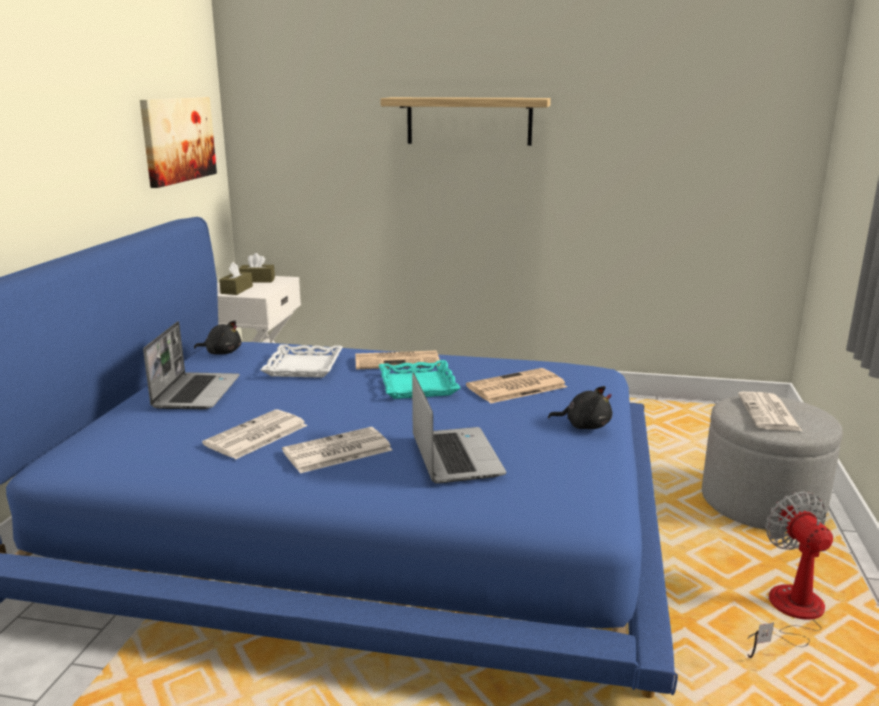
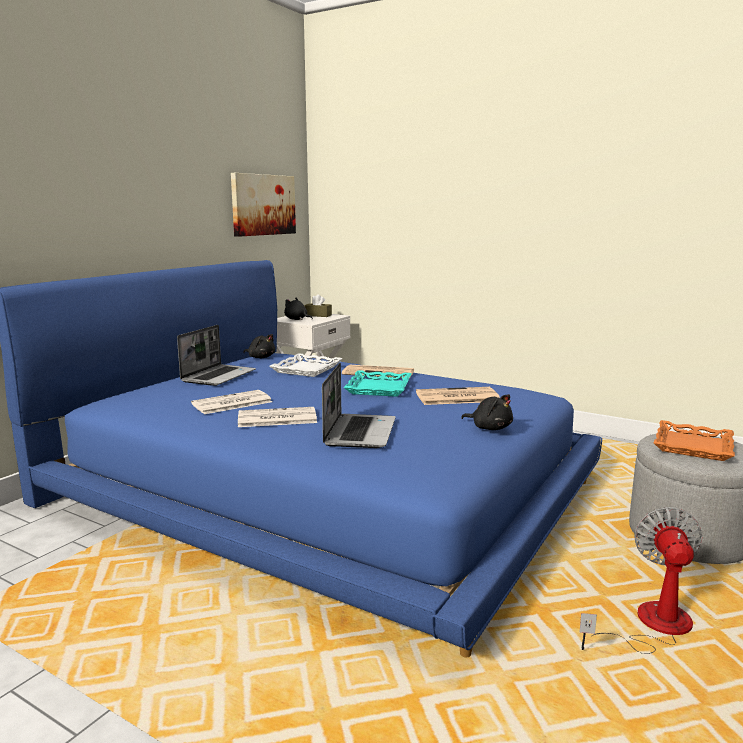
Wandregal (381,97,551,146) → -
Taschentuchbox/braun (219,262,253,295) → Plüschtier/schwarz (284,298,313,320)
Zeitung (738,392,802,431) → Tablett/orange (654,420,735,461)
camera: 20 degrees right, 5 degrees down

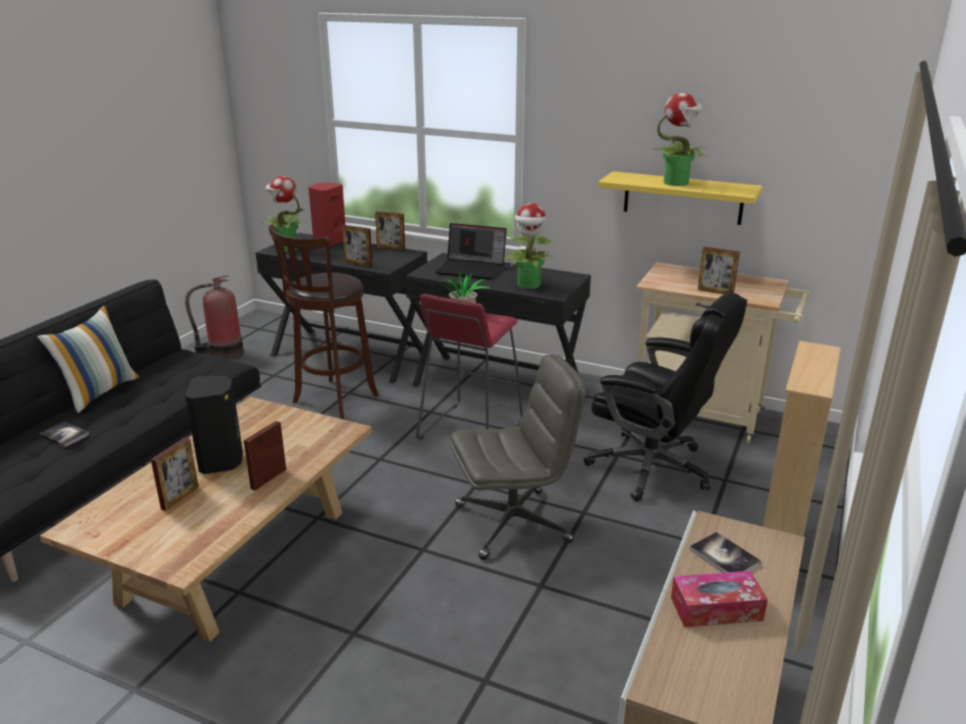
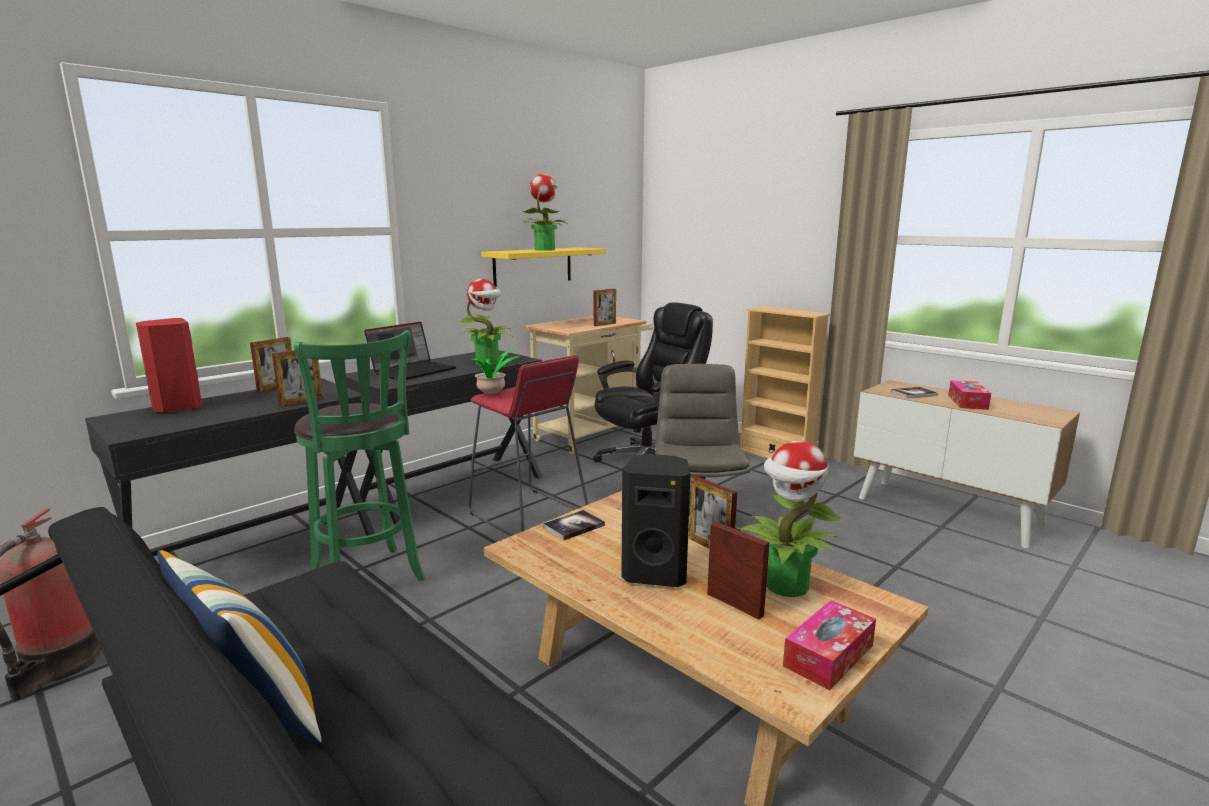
Topfpflanze (261,176,306,251) → Topfpflanze (740,440,843,597), relocated
Hocker/braun (269,225,379,419) → Hocker/grün (294,330,425,581)
Buch (39,422,89,447) → Buch (543,510,605,540), relocated
- → Taschentuchbox (783,600,876,690)
camera: 70 degrees left, 10 degrees down

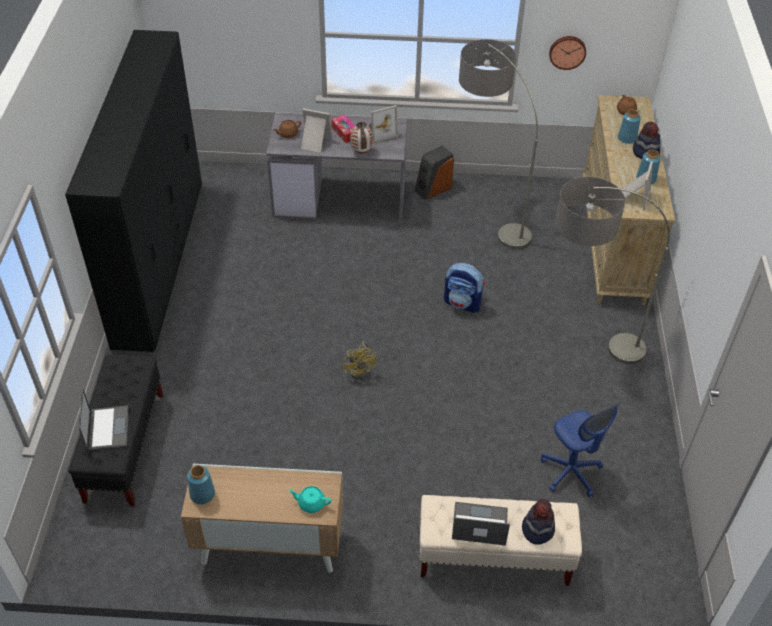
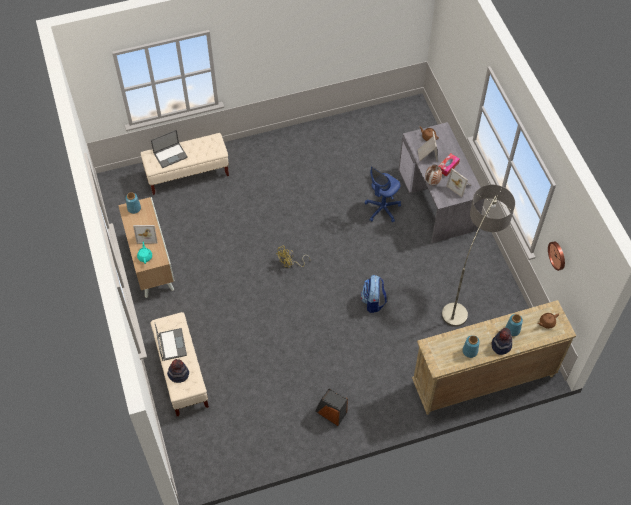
Kleiderschrank/schwarz (65,30,202,352) → -
Lautsprecher (415,145,454,200) → Lautsprecher (315,389,348,426), relocated
Bilderrahmen (621,161,653,211) → Bilderrahmen (133,225,158,244), relocated
Stehlampe (555,177,670,364) → -
Bank/schwarz (68,354,163,506) → Bank/beige (141,133,229,195)
Bürostuhl/blau (541,403,620,497) → Bürostuhl/blau (364,166,401,223), relocated
camera: 70 degrees right, 10 degrees up

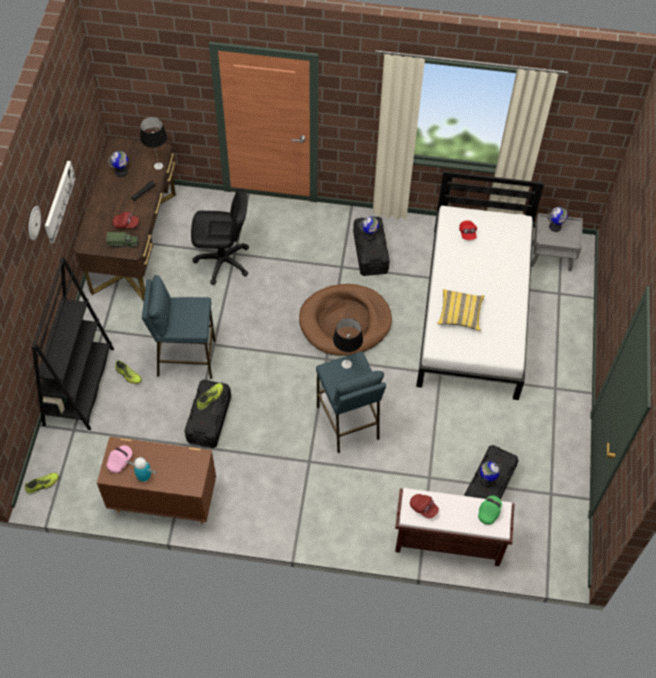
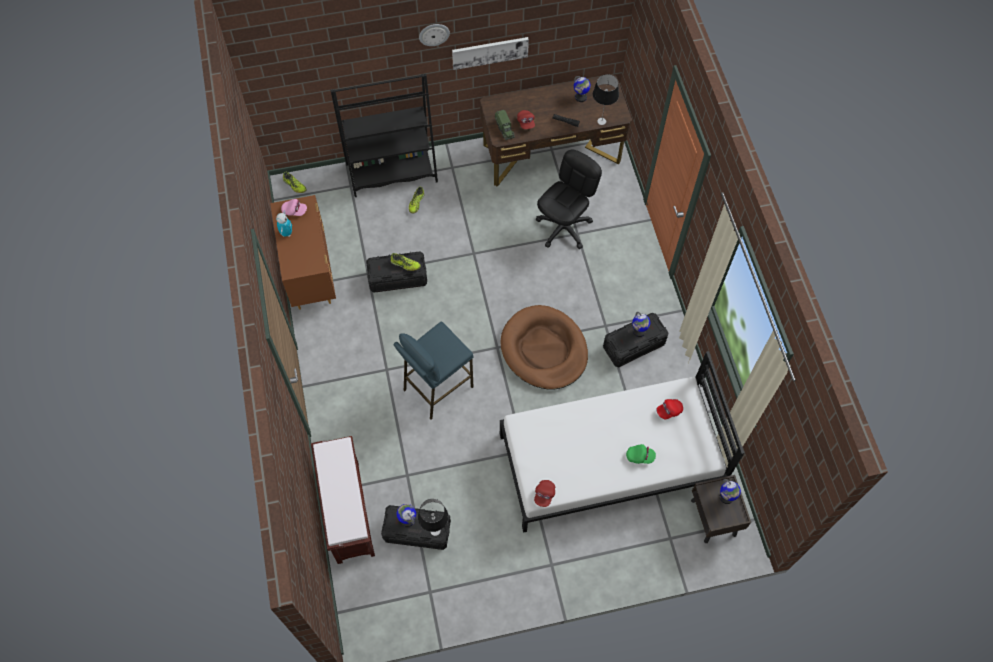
Bürostuhl/schwarz (191,189,249,285) → Bürostuhl/schwarz (536,150,602,249), 120 degrees counterclockwise
Nachttisch/grau (531,213,583,271) → Nachttisch/braun (691,475,751,543)
Hocker/blau (142,275,215,379) → -
Kissen/gelb (437,289,484,331) → -
Tischlampe (333,318,363,369) → Tischlampe (418,499,448,536), relocated
Kappe/rot (410,494,439,518) → Kappe/rot (534,480,555,507), relocated
Kappe/grün (478,496,502,525) → Kappe/grün (626,444,656,464), relocated
camera: 70 degrees right, 5 degrees up

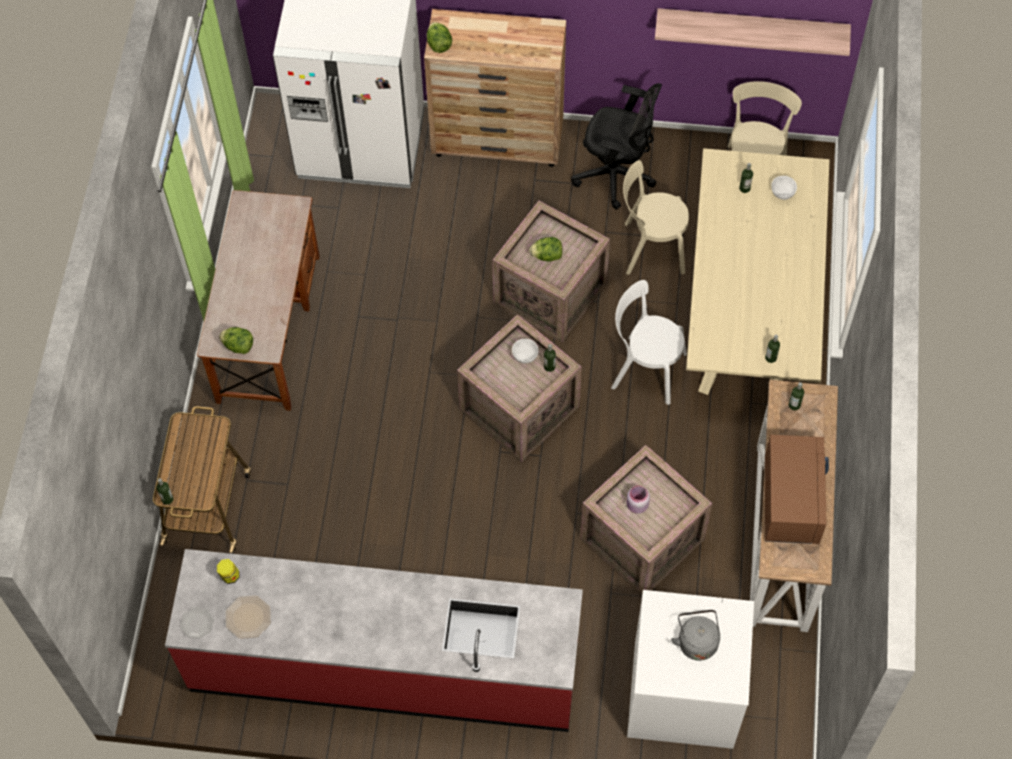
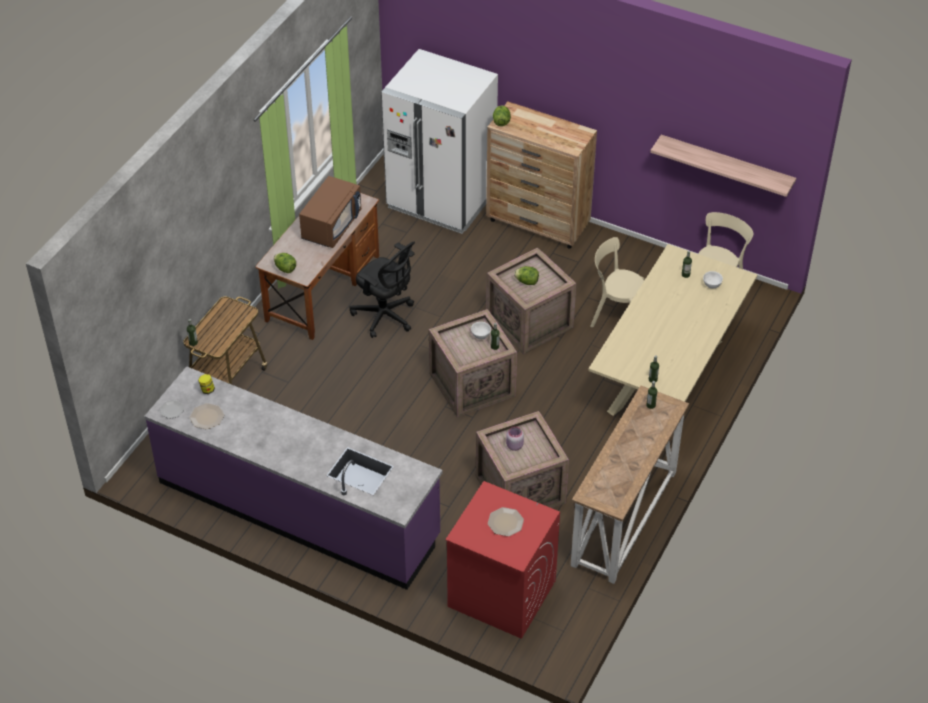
Bürostuhl/schwarz (571,83,662,210) → Bürostuhl/schwarz (349,242,415,338), relocated
Stuhl/weiß (611,280,687,405) → -
Mikrowelle/braun (765,435,829,544) → Mikrowelle/braun (299,176,361,248), relocated
Küchenzeile/rot (165,549,583,732) → Küchenzeile/lila (144,366,443,590)
Waschmaschine/weiß (627,590,754,749) → Waschmaschine/rot (445,481,560,639)
Wasserkessel/grau (671,610,720,661) → Teller (488,507,524,536)
camera: 20 degrees right, 15 degrees down

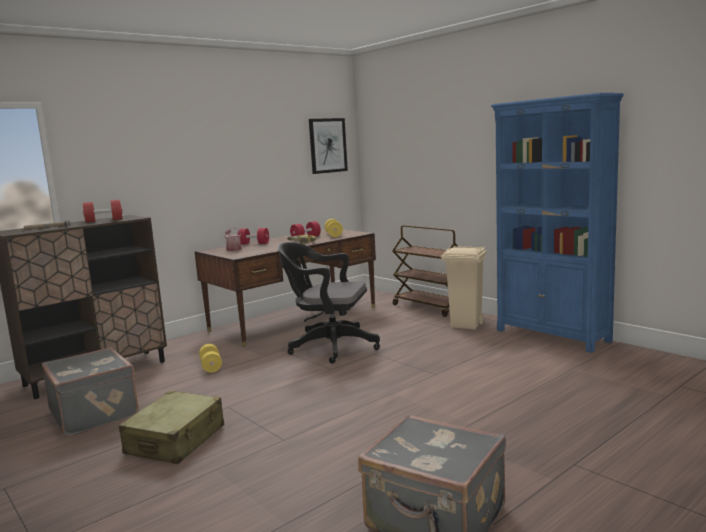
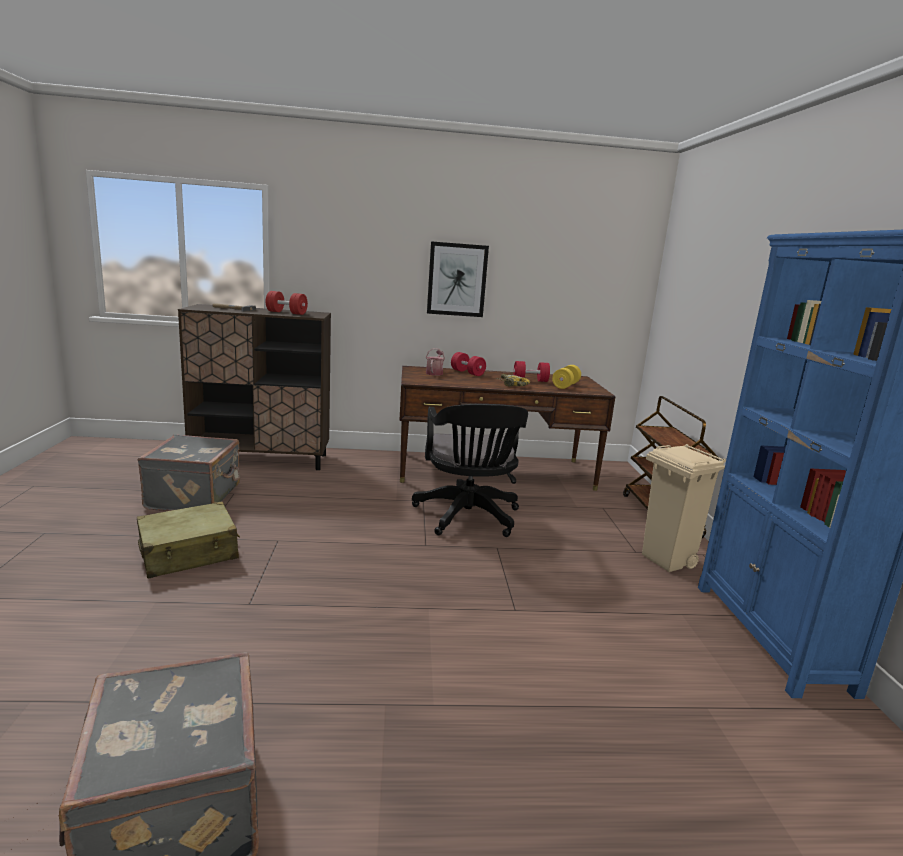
Bild (309,118,348,174) → Bild (427,241,489,317), relocated
Bürostuhl/schwarz (278,242,380,364) → Bürostuhl/schwarz (412,404,528,537), 150 degrees counterclockwise
Hantel/gelb (199,344,222,373) → -
camera: 35 degrees right, 5 degrees up

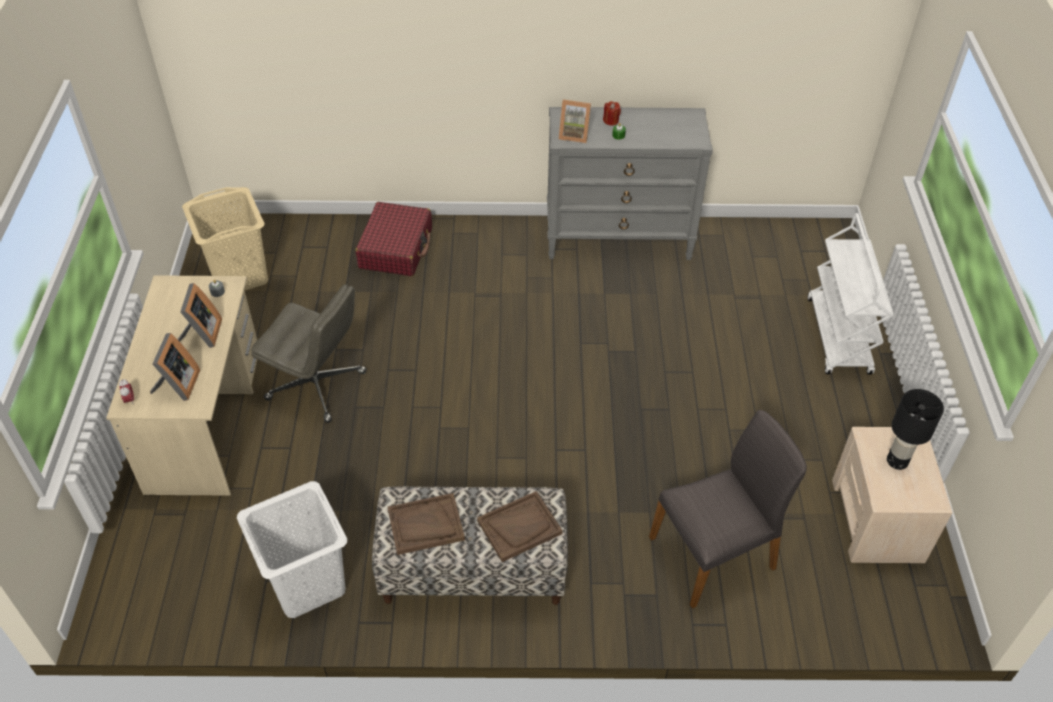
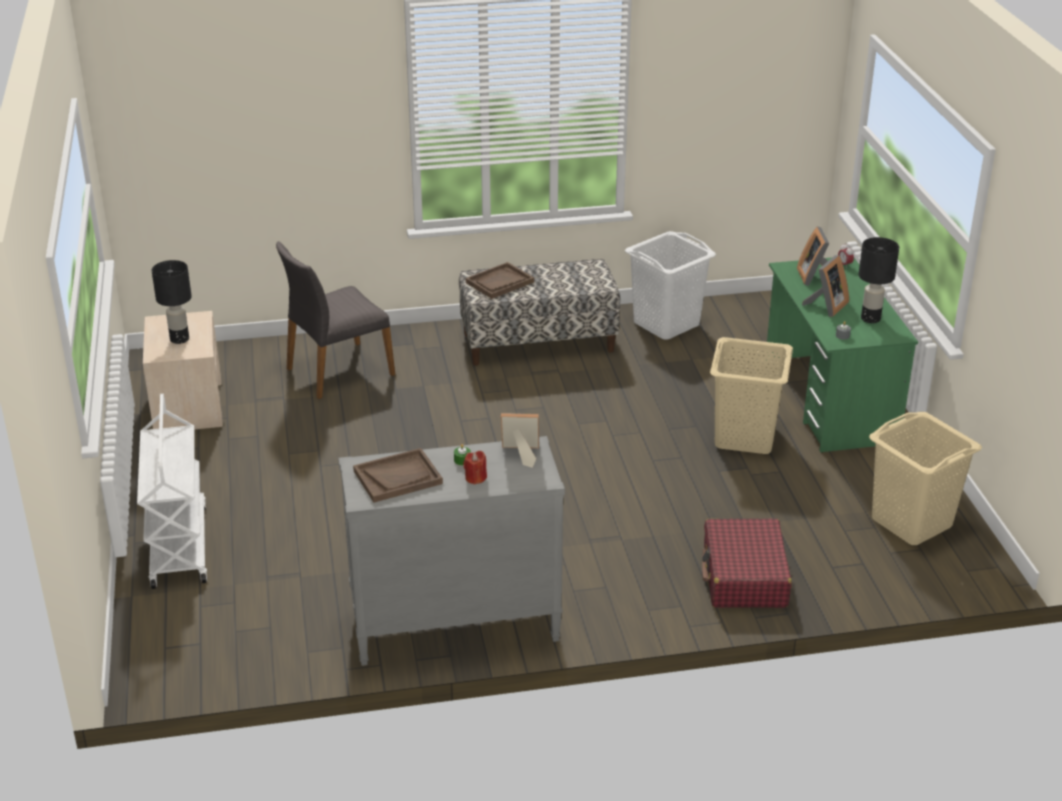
Schreibtisch/beige (106,275,257,496) → Schreibtisch/grün (767,258,918,453)
Bilderrahmen (178,283,222,348) → Bilderrahmen (802,255,849,317), 135 degrees counterclockwise
Bürostuhl/grau (251,284,367,423) → Wäschekorb/beige (710,337,793,454)
Tablett/braun (388,493,465,555) → Tablett/braun (353,448,443,503), relocated
- → Tischlampe/schwarz (859,237,899,323)
camera: 170 degrees right, 15 degrees down

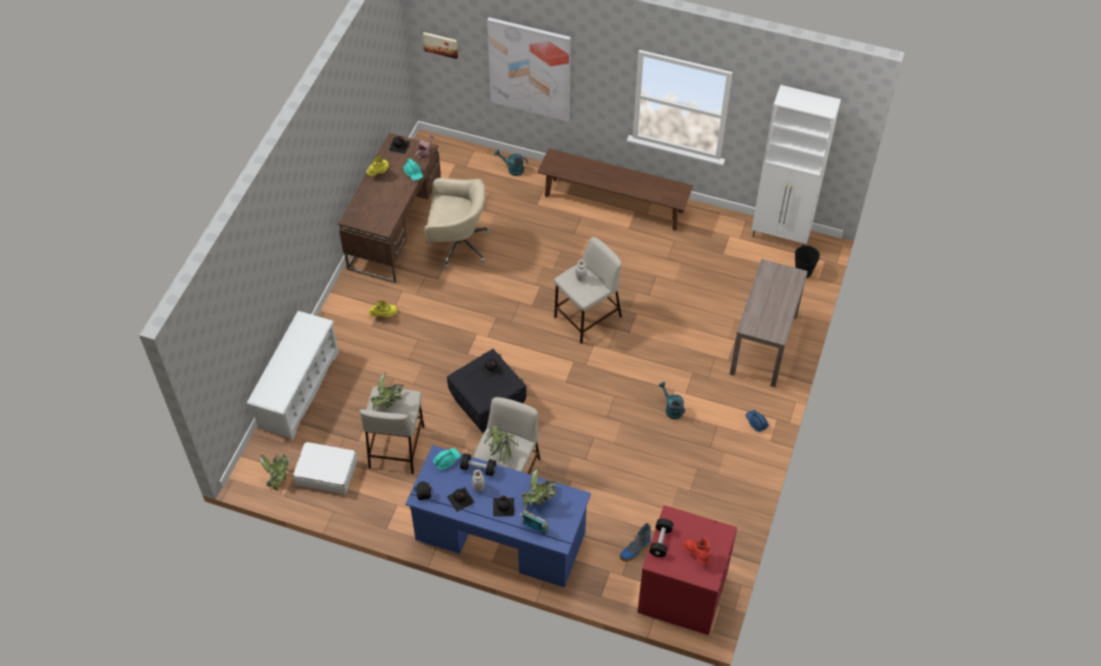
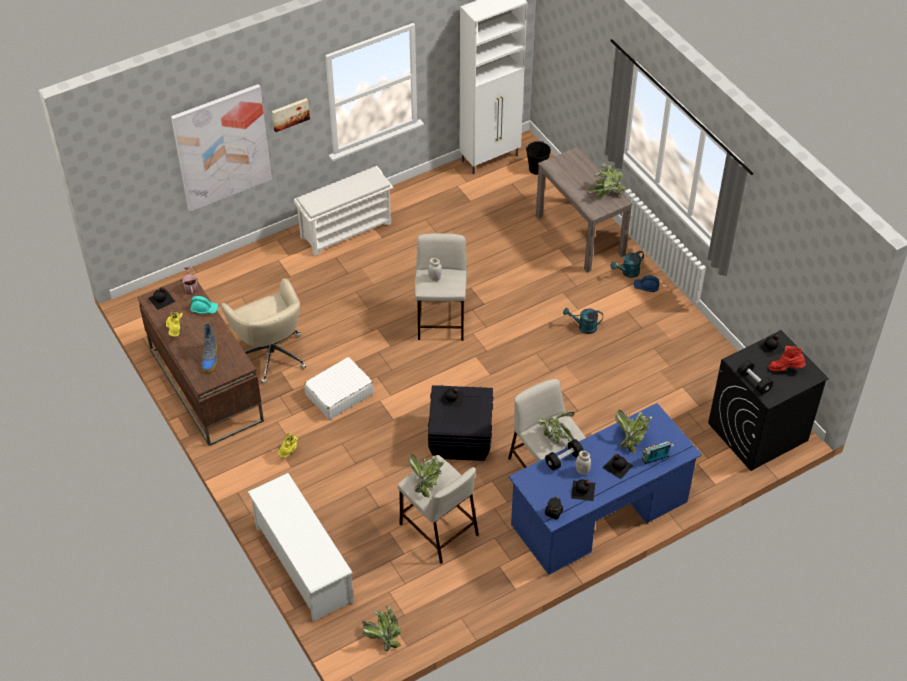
Bild (423,32,458,59) → Bild (272,98,310,132), relocated
Bank/braun (537,148,693,231) → Schuhregal/weiß (294,166,393,256)
Gießkanne/türkis (494,150,528,176) → Gießkanne/türkis (611,251,644,278), relocated
Bürostuhl/beige (424,178,491,269) → Bürostuhl/beige (221,278,307,384), 105 degrees clockwise
Koffer/weiß (293,442,357,494) → Koffer/weiß (304,357,373,420), relocated
Schutzhelm/türkis (433,448,461,470) → -
Waschmaschine/rot (637,505,737,635) → Waschmaschine/schwarz (708,330,829,471)
Stiefel (620,523,651,562) → Stiefel (202,324,217,373), relocated
- → Topfpflanze (588,163,625,197)
- → Flasche/schwarz (757,335,785,358)
camera: 50 degrees left, 5 degrees down

